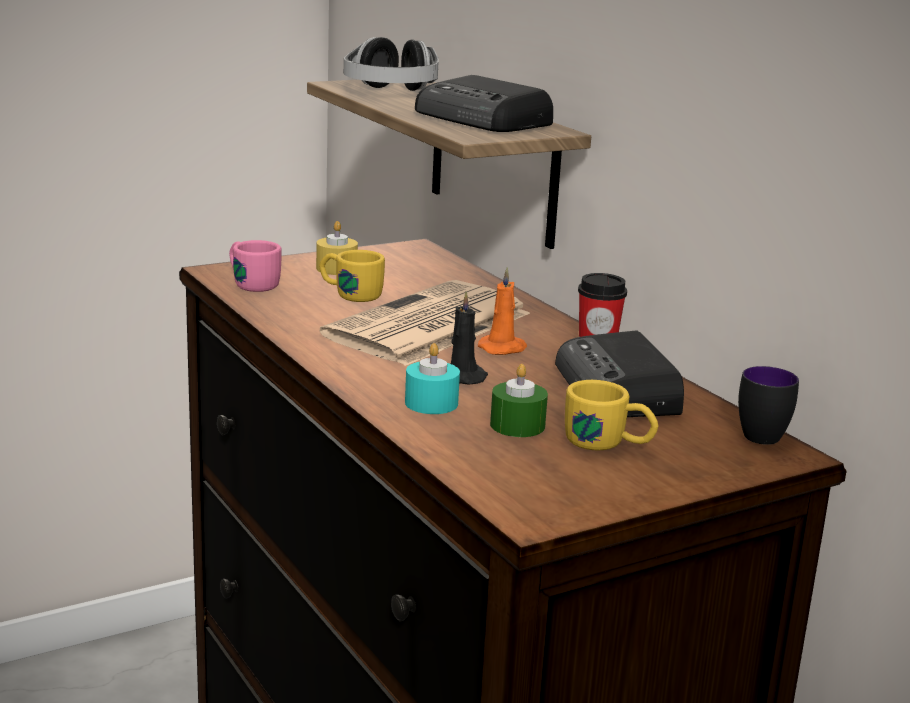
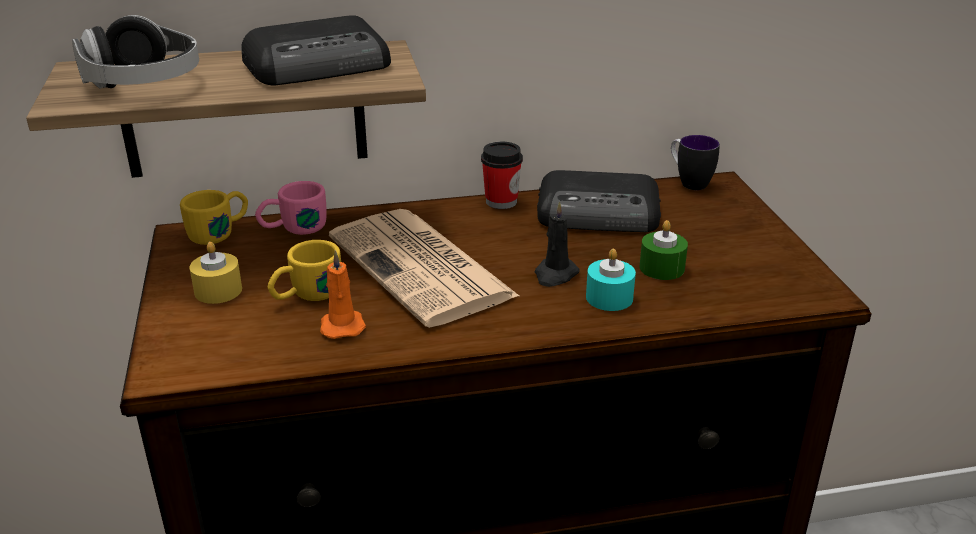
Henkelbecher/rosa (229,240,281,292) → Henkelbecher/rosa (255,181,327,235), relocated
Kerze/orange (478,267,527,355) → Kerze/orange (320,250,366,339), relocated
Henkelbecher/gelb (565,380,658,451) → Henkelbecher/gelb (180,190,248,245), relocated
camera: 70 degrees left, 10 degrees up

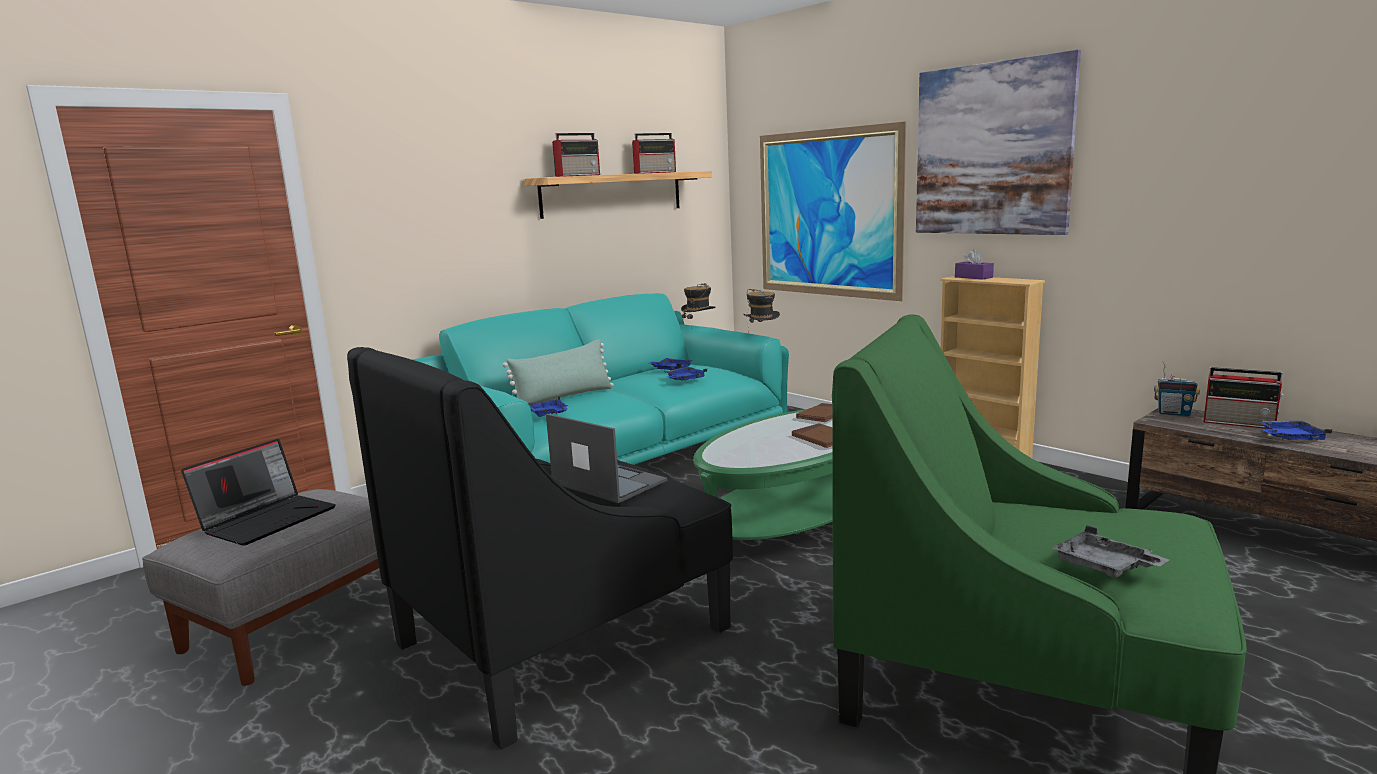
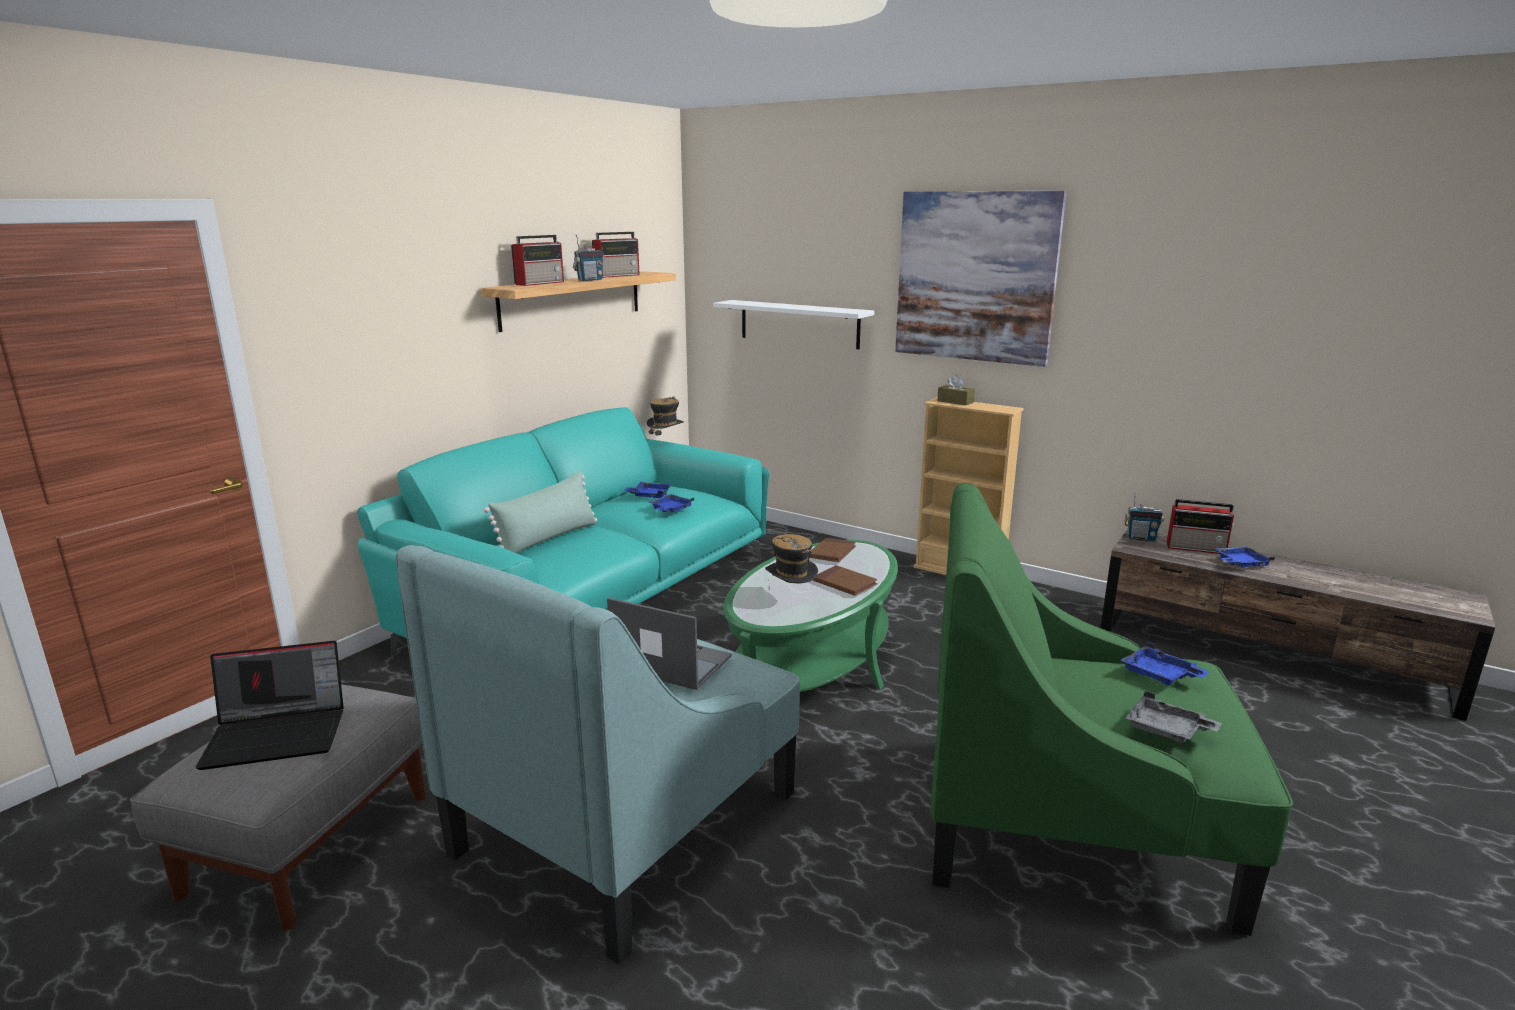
Bild (760,121,906,301) → Wandregal/weiß (713,300,874,349)
Taschentuchbox/lila (955,249,994,280) → Taschentuchbox/braun (937,375,975,405)
Hut (743,289,780,334) → Hut (765,534,818,590), relocated
Sessel/schwarz (347,347,733,750) → Sessel/türkis (396,545,800,965)
Tablett/blau (528,396,568,417) → Tablett/blau (1120,641,1210,686), relocated
Laptop (181,439,336,546) → Laptop (196,641,344,770), 60 degrees clockwise
- → Radio (573,234,604,281)
camera: 15 degrees left, 5 degrees up

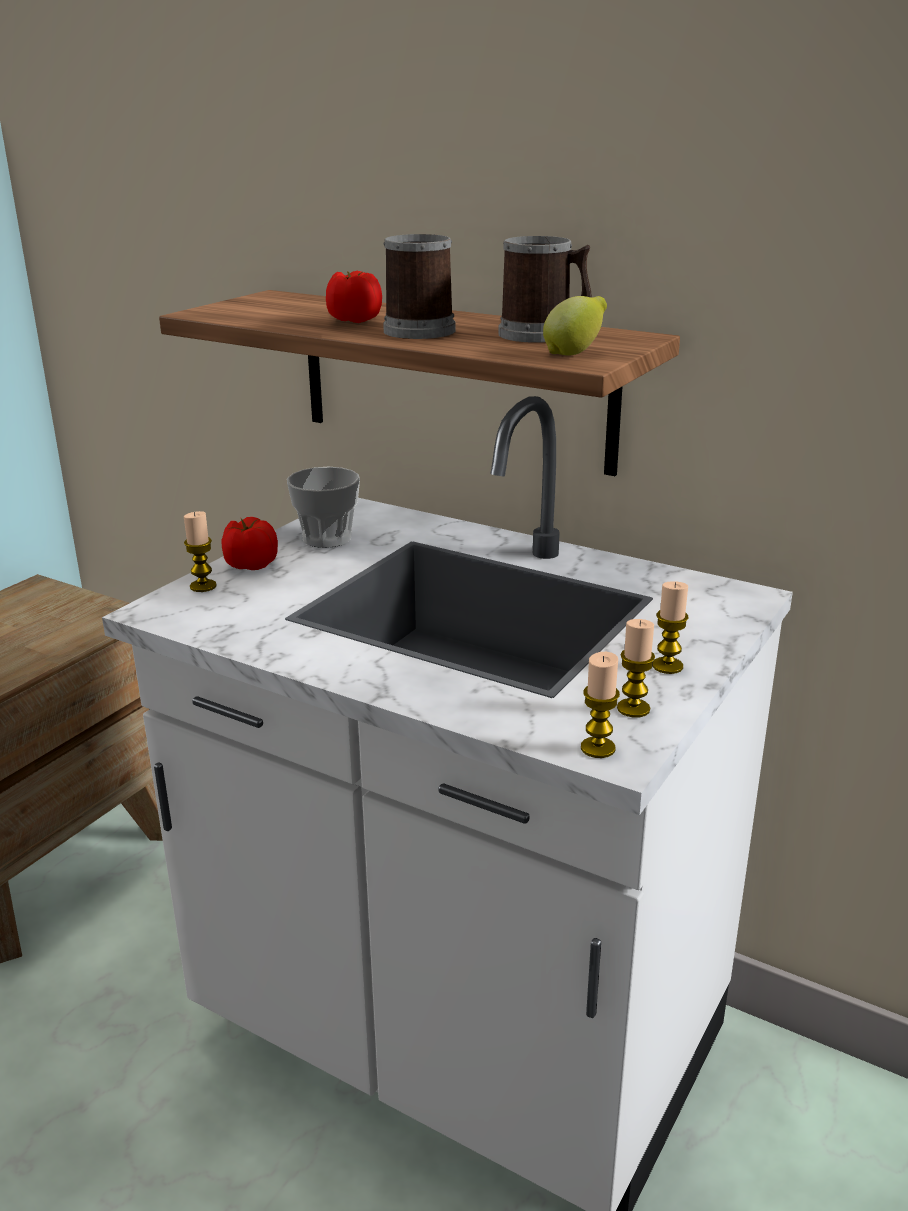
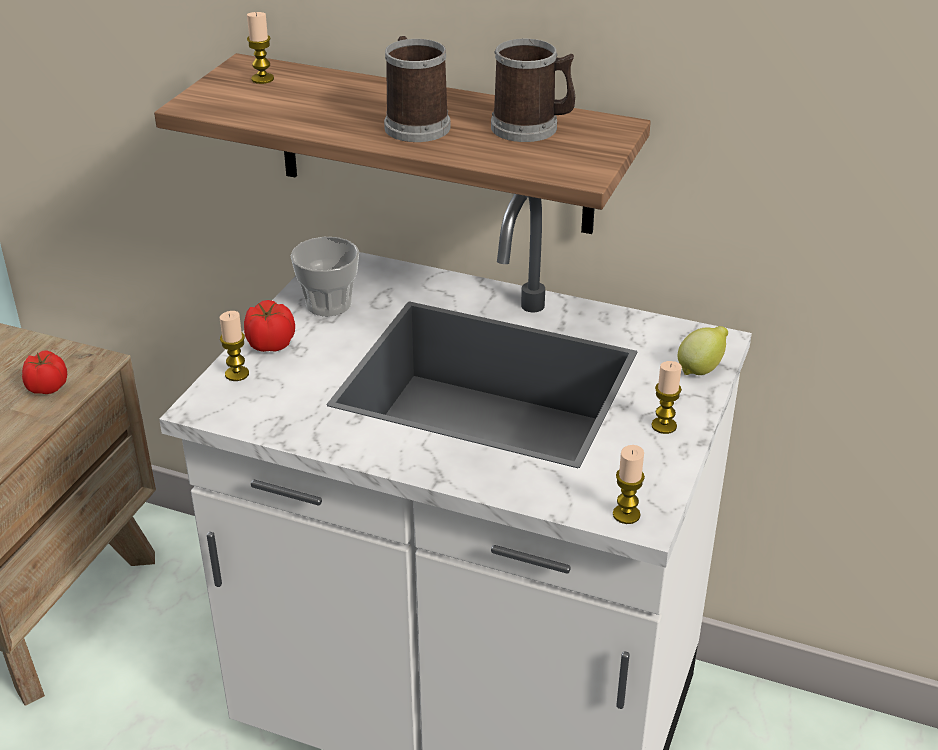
Tomate (326,271,382,323) → Tomate (22,350,67,394), relocated
Zitrone (543,296,607,356) → Zitrone (678,326,728,375), relocated
Kerze (617,619,655,718) → Kerze (247,12,274,84), relocated
camera: 10 degrees left, 10 degrees up

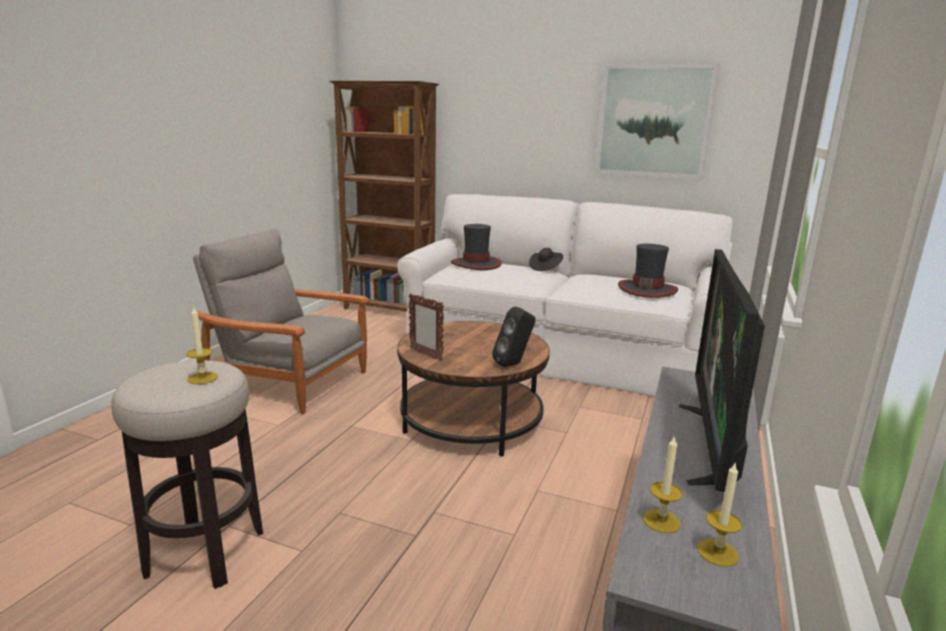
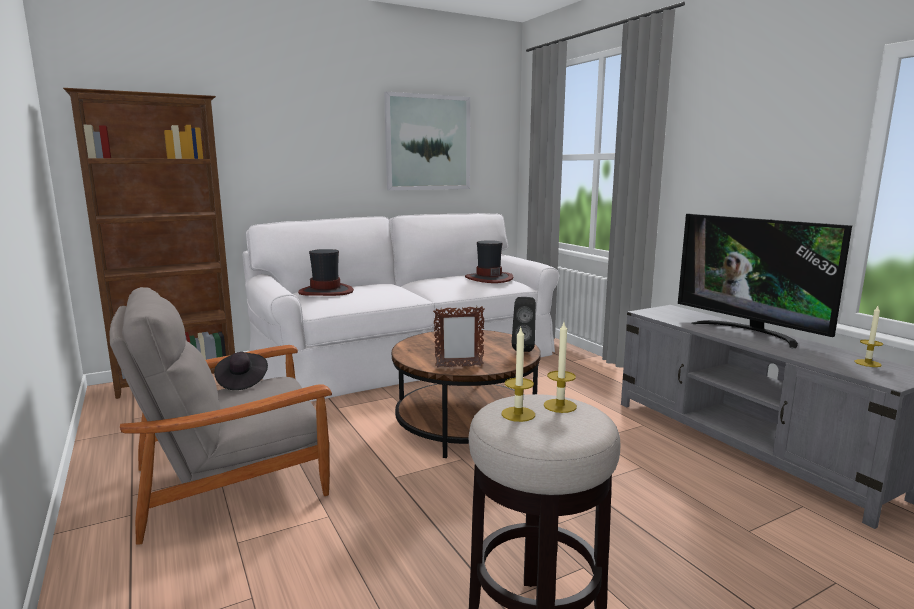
Hut/schwarz (529,248,563,271) → Hut/schwarz (214,352,268,390), relocated
Kerze (643,435,682,533) → Kerze (502,328,535,422), relocated
camera: 50 degrees left, 5 degrees down

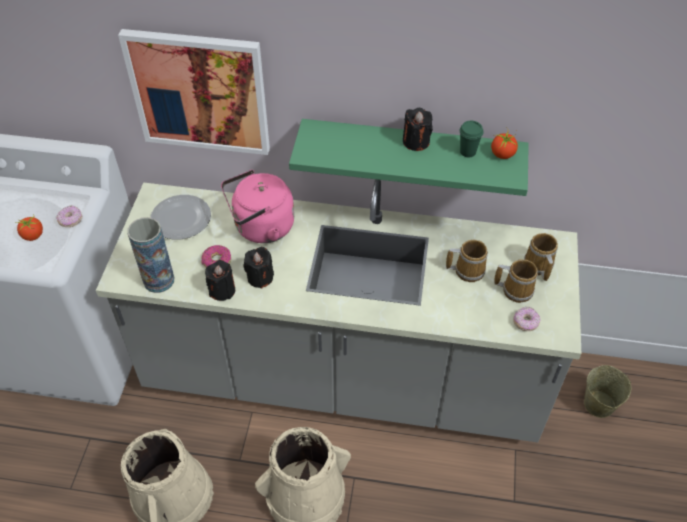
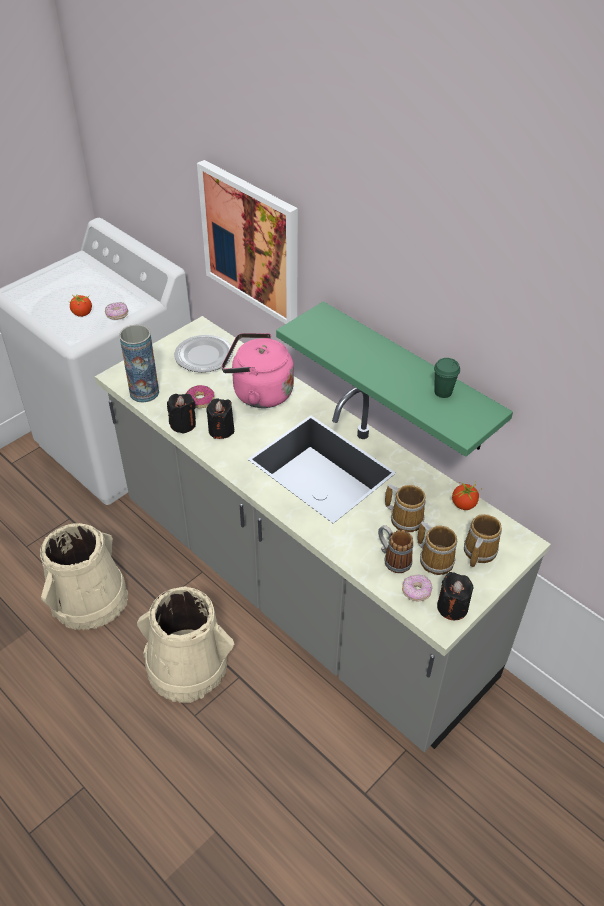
Kerze/schwarz (403,108,433,151) → Kerze/schwarz (437,572,474,620), relocated
Tomate (491,127,518,159) → Tomate (452,483,479,510), relocated
Eimer/beige (584,365,632,418) → -
- → Henkelbecher (378,525,413,573)
camera: 35 degrees right, 5 degrees down

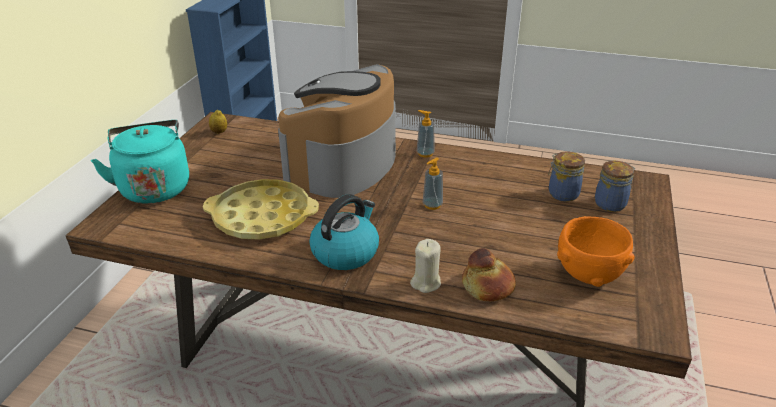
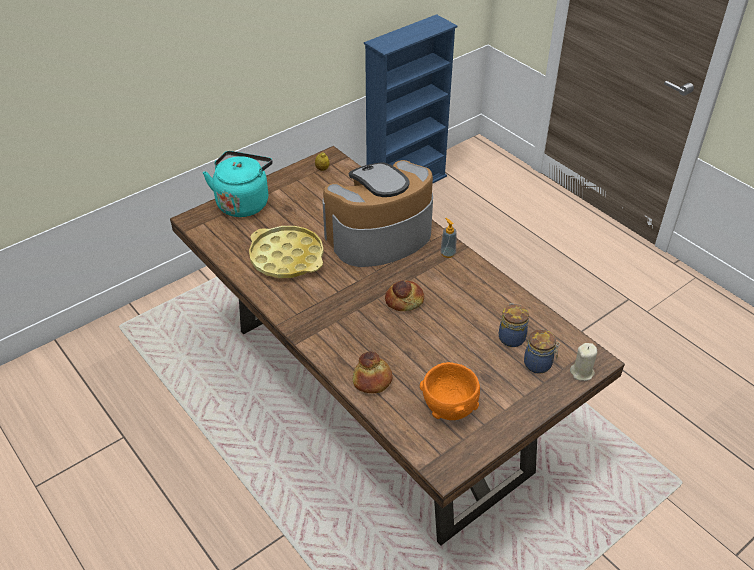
Seifenspender (423,158,443,210) → Brot (385,280,424,311)
Wasserkessel (309,194,379,270) → -
Kerze/beige (410,239,441,293) → Kerze/beige (570,343,597,381), relocated
camera: 35 degrees right, 10 degrees up

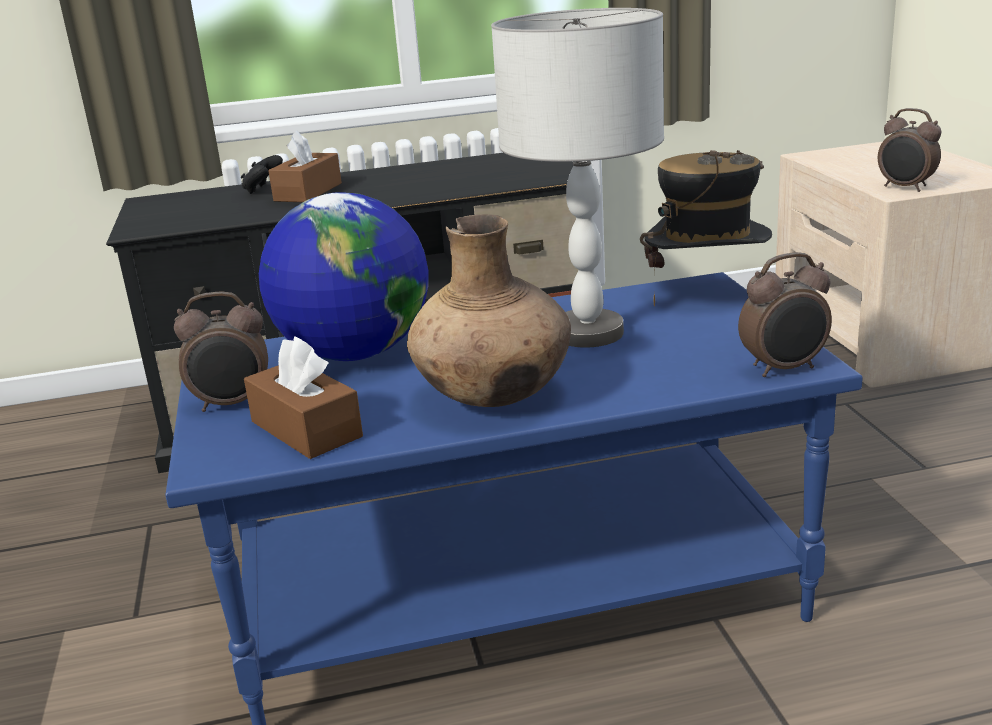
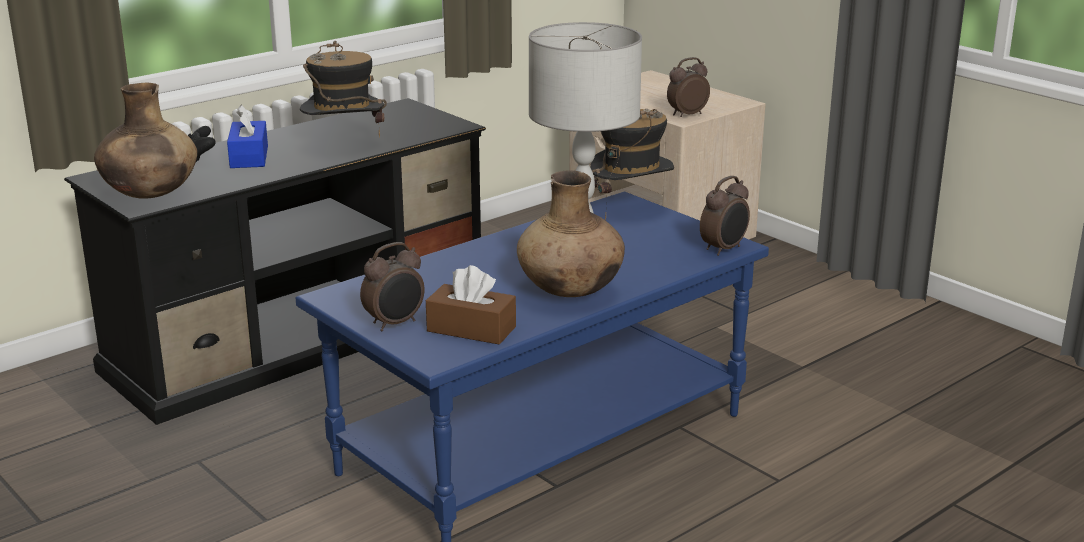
Wecker (878,108,941,192) → Wecker (667,57,710,117), 135 degrees clockwise
Taschentuchbox/braun (268,131,342,202) → Taschentuchbox/blau (227,105,268,168)
Globus (259,192,428,361) → -
- → Hut (300,41,387,138)
- → Vase/braun (94,83,197,199)
camera: 30 degrees left, 0 degrees up

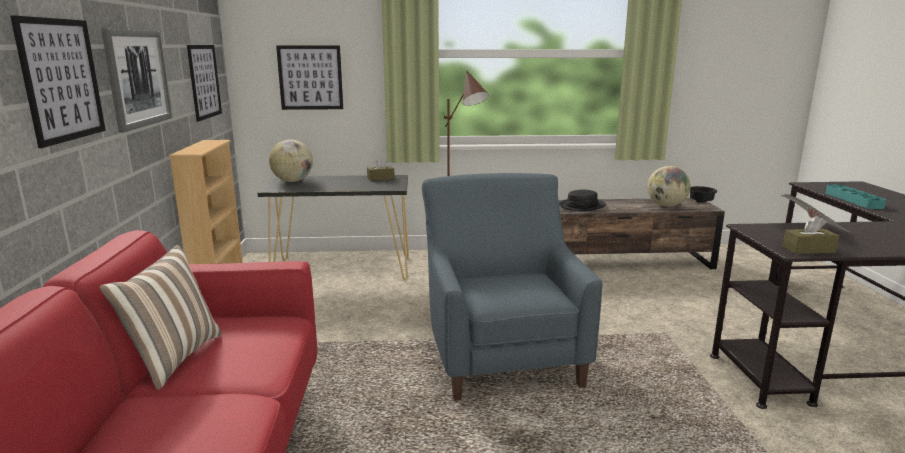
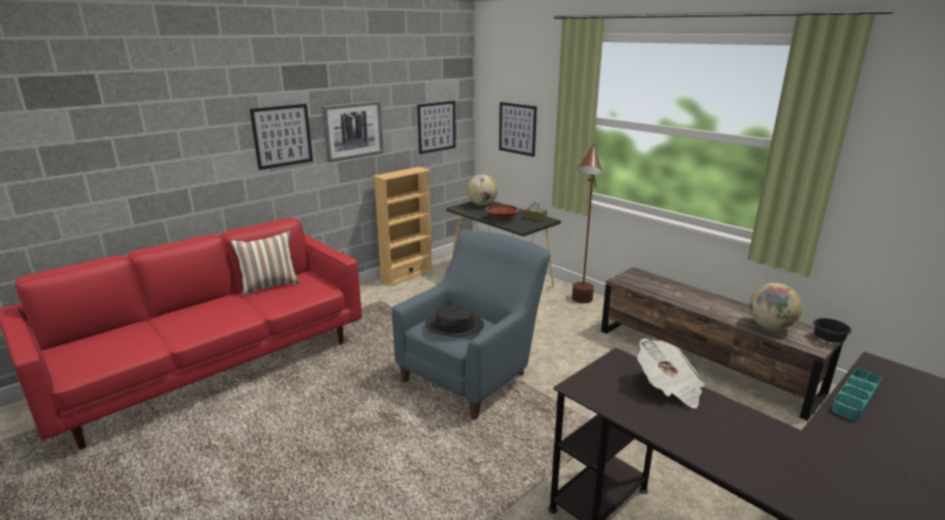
Hut/schwarz (559,189,606,211) → Hut/schwarz (425,306,484,337), relocated
Taschentuchbox/braun (782,216,839,254) → -
- → Schüssel/braun (486,205,519,221)
camera: 50 degrees right, 5 degrees up

